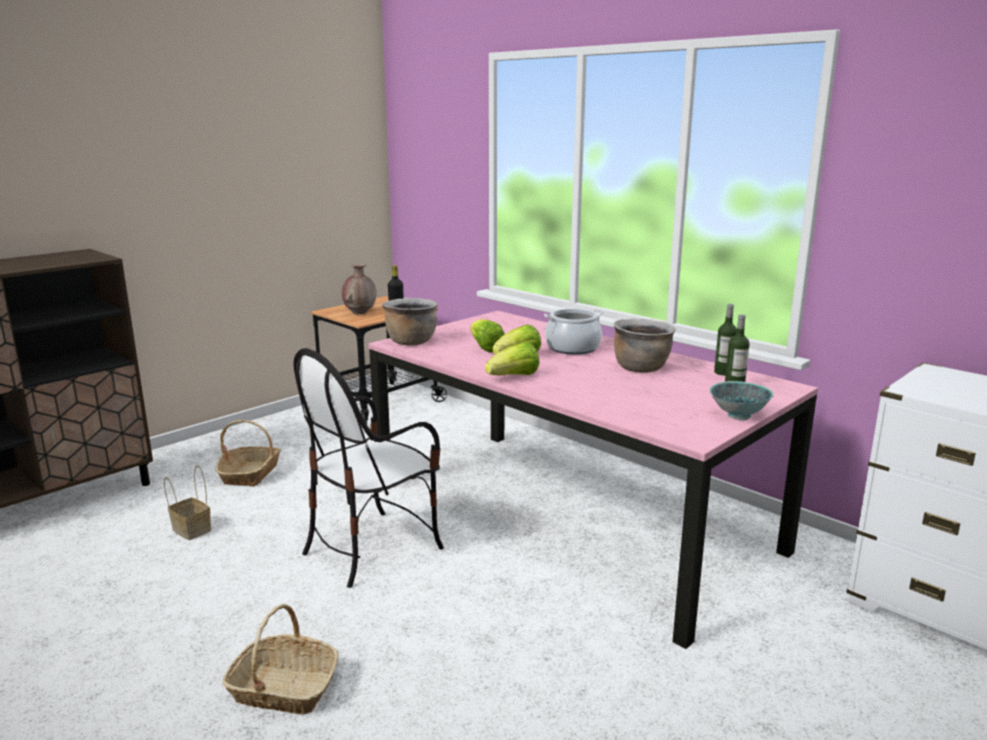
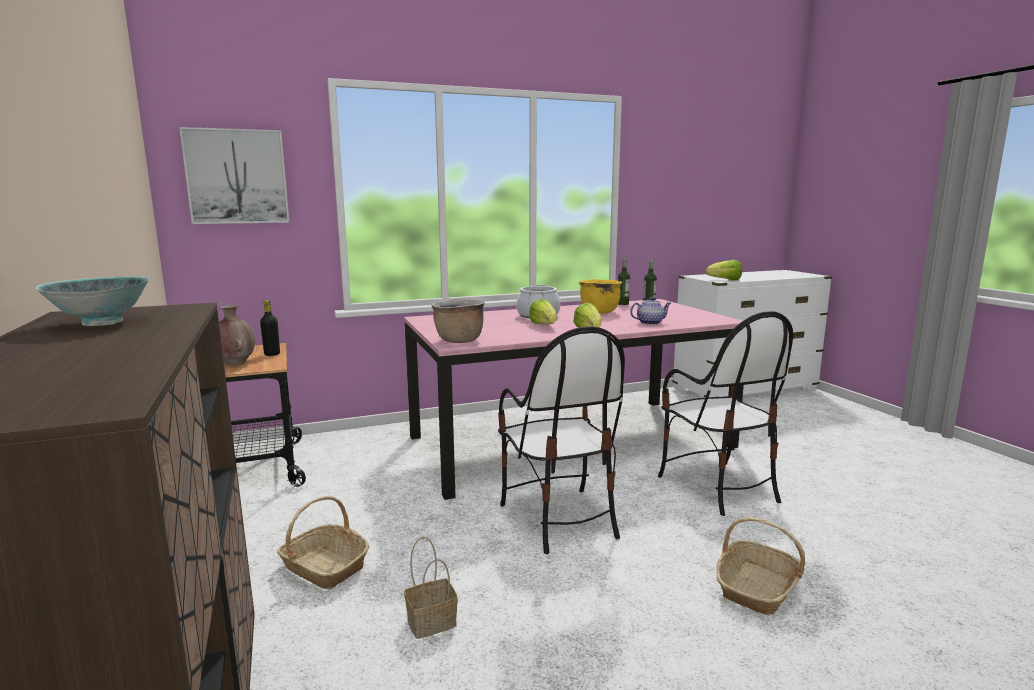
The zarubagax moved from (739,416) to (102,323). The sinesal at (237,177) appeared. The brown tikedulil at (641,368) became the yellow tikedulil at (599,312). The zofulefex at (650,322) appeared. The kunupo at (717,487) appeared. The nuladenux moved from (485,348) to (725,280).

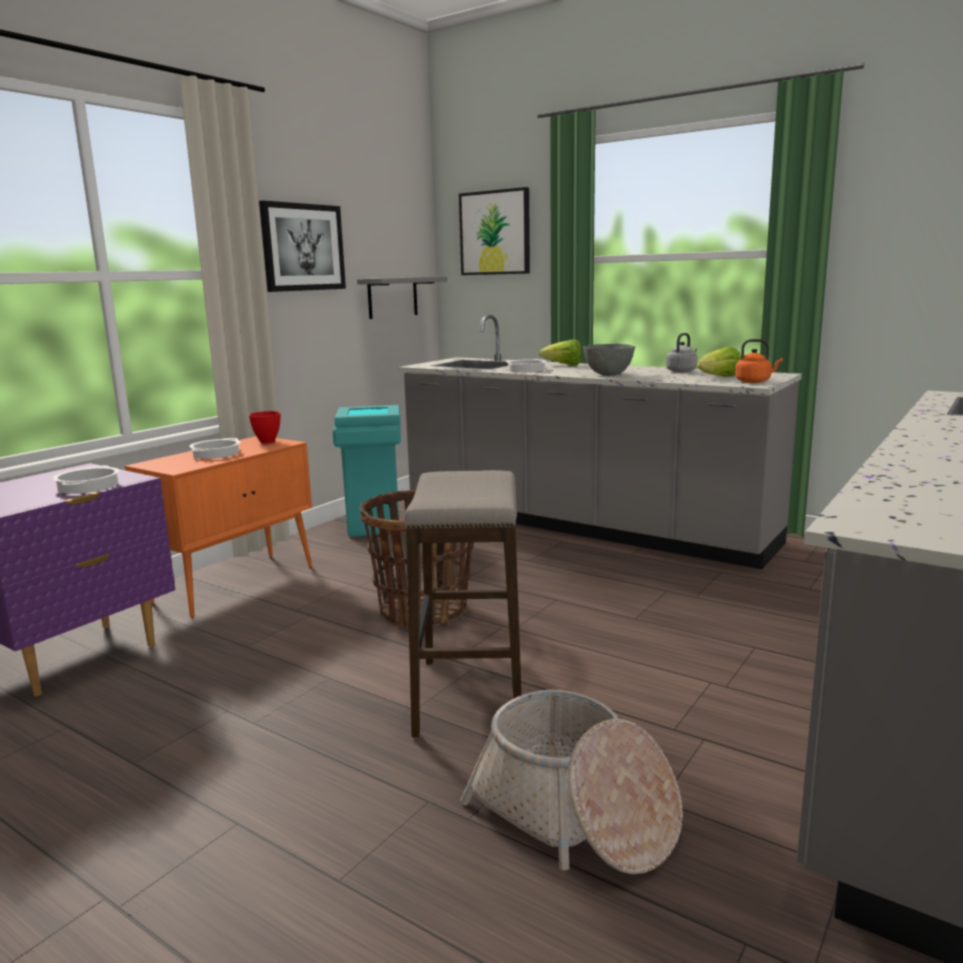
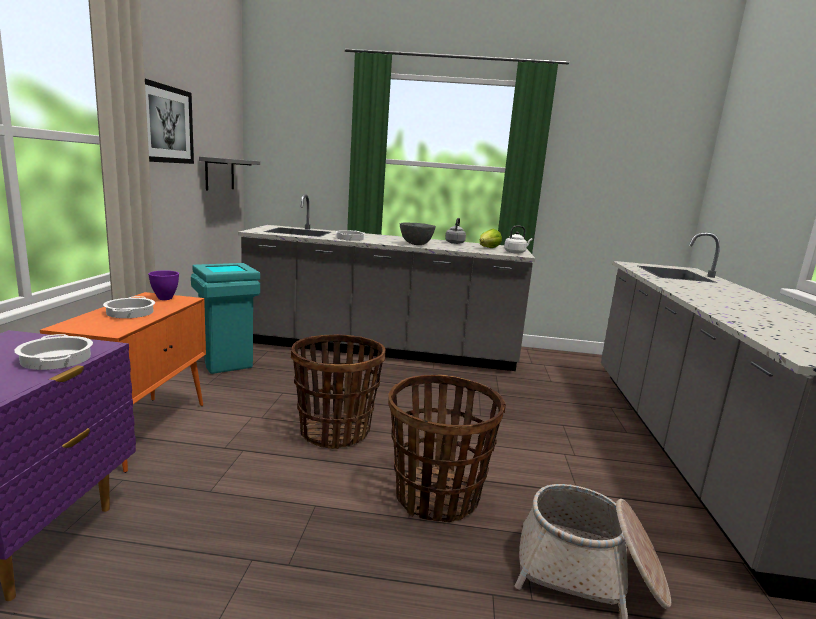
The red zarubagax at (268,441) became the purple zarubagax at (165,298). The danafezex at (471,696) was replaced by the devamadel at (437,497). The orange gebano at (754,381) became the white gebano at (515,252). The sinesal at (495,233) disappeared. The nuladenux at (564,365) disappeared.

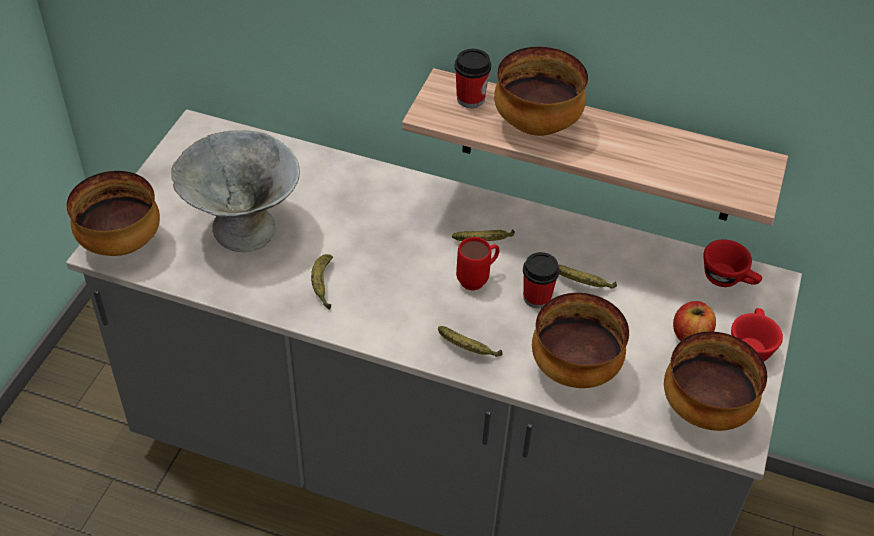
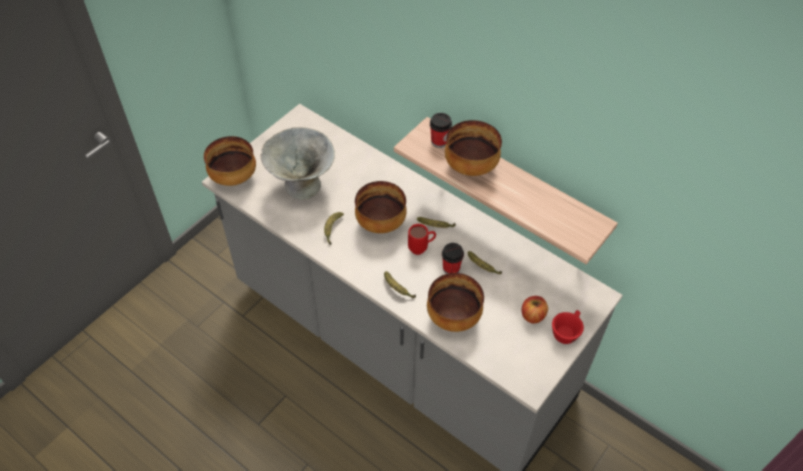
The zarubagax moved from (706,409) to (381,223). The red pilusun at (728,279) disappeared.

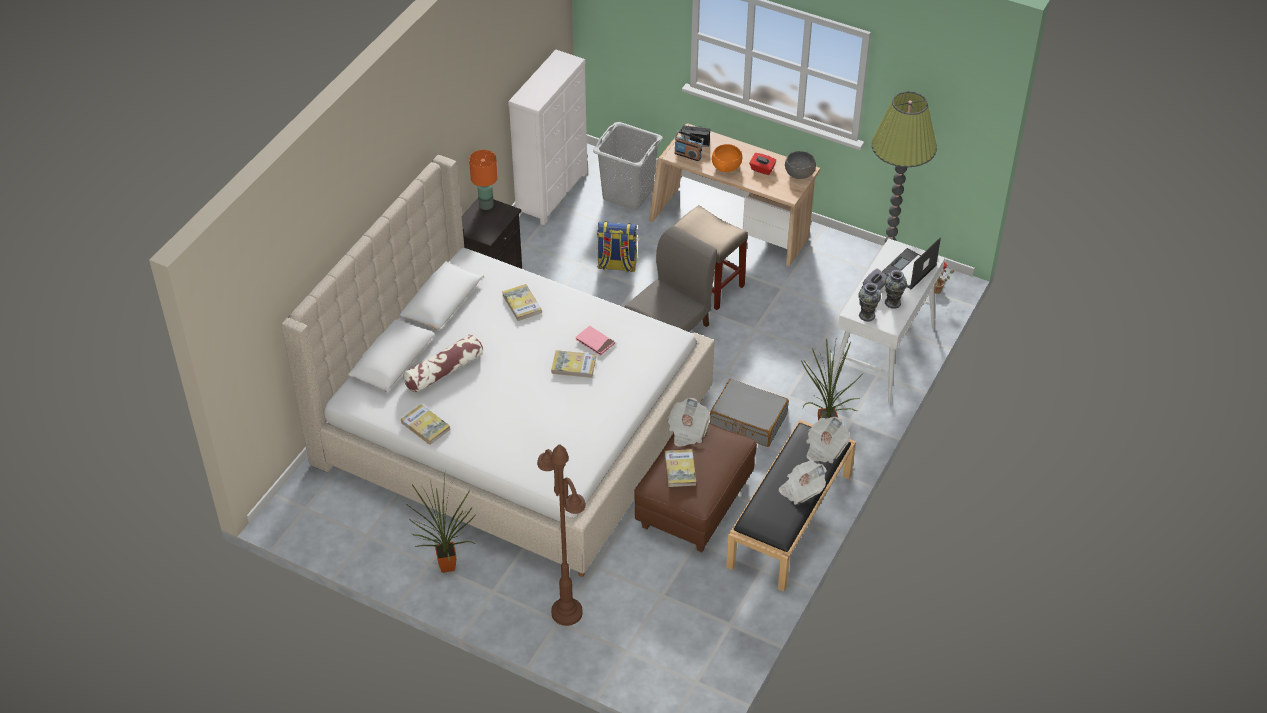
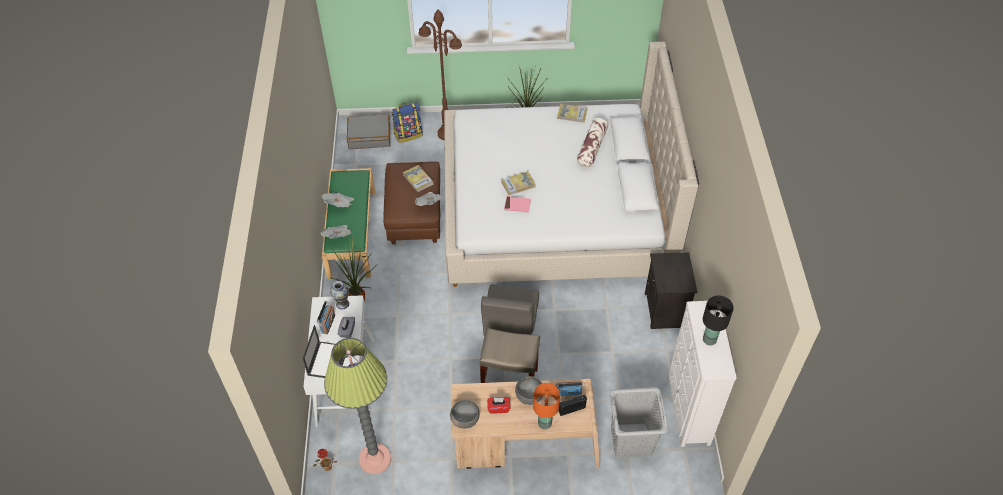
The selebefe at (892,302) was replaced by the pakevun at (328,323). The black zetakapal at (790,521) became the green zetakapal at (351,233). The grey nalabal moved from (748,420) to (369,136). The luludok moved from (616,265) to (408,134). The orange zarubagax at (726,167) became the grey zarubagax at (529,396). The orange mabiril moved from (486,205) to (545,423). The black mabiril at (709,339) appeared. The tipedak at (522,304) disappeared.

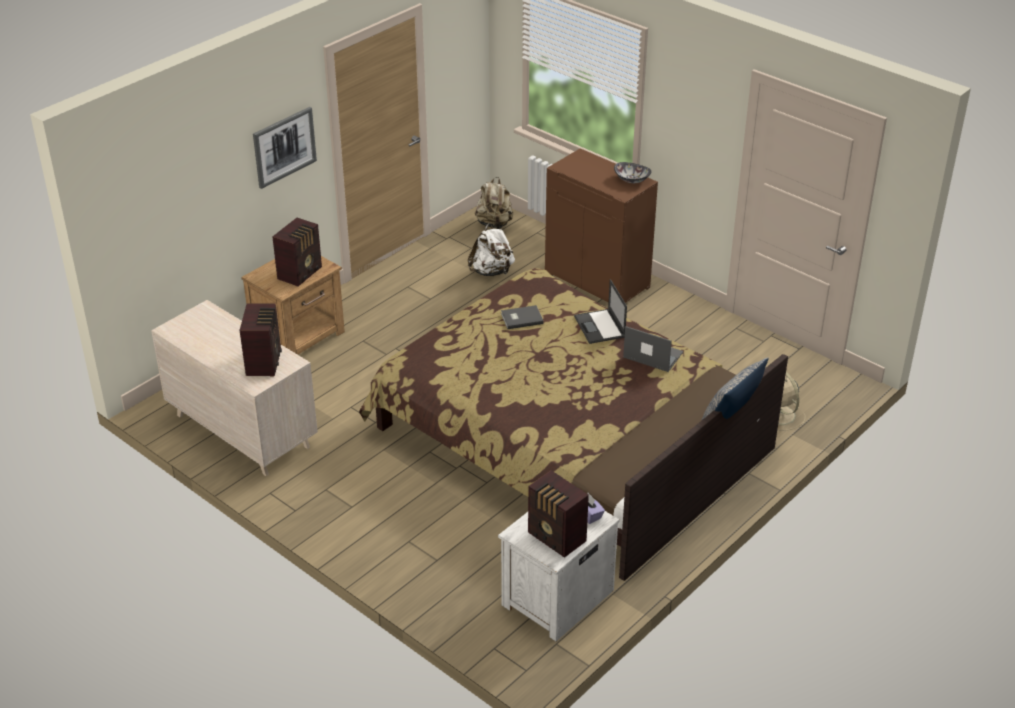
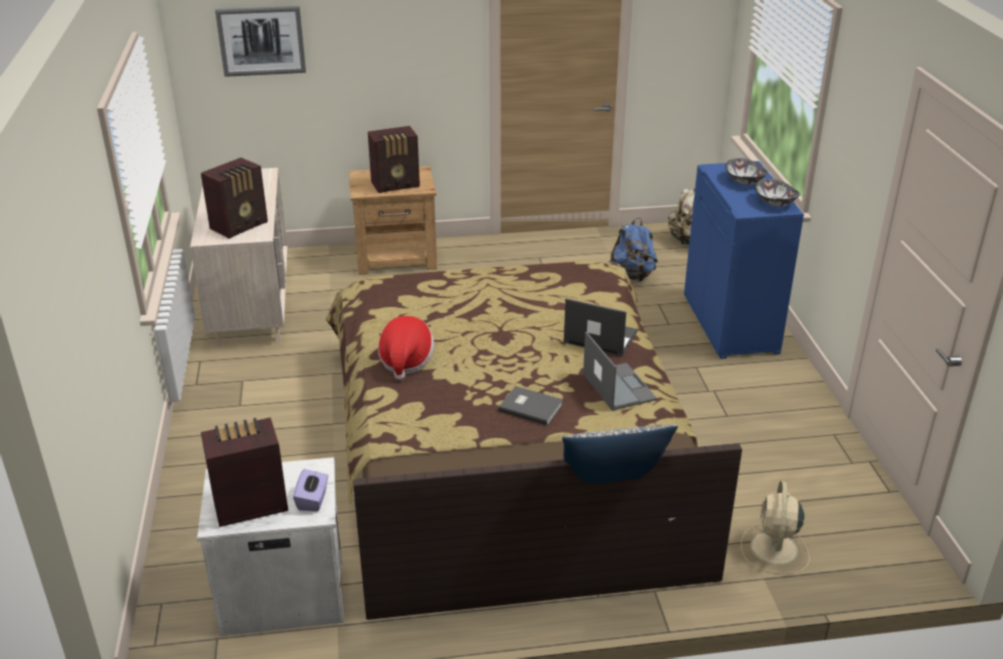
The pakevun at (557,538) turned 75 degrees clockwise. The sinesal moved from (284,147) to (261,41). The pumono at (406,361) appeared. The grey tipedak moved from (521,318) to (530,406). The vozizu at (600,327) turned 90 degrees clockwise. The white luludok at (492,272) became the blue luludok at (632,276). The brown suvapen at (598,279) became the blue suvapen at (731,324). The zarubagax at (745,181) appeared.

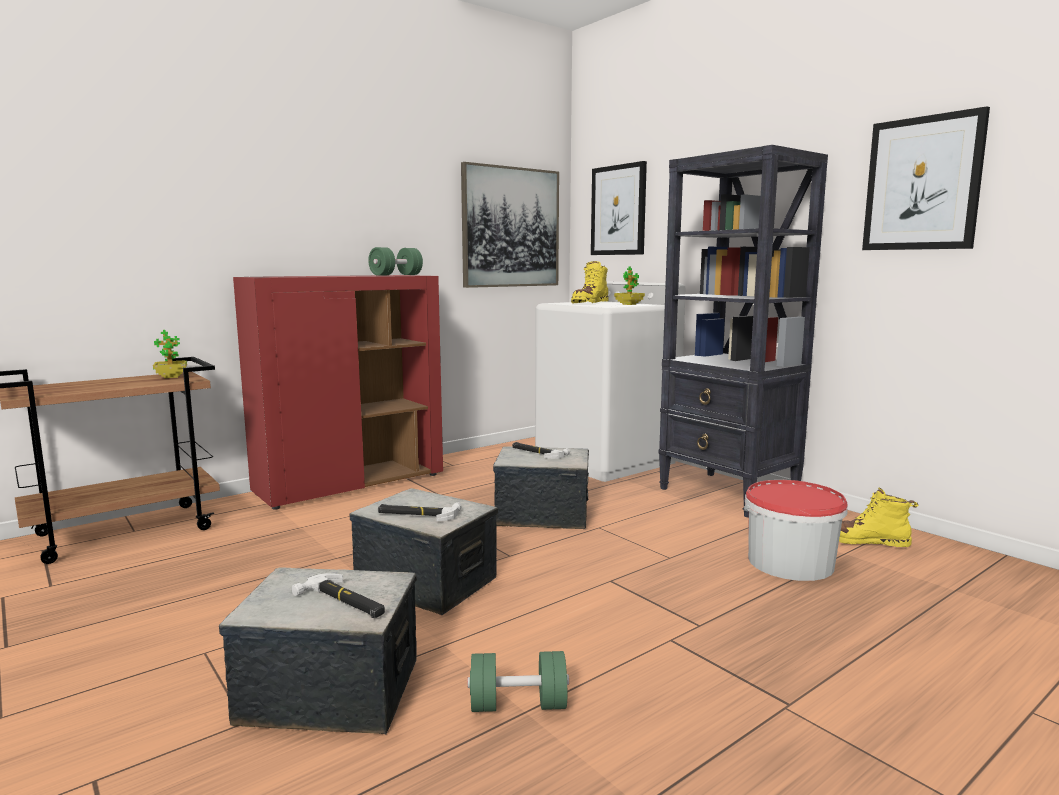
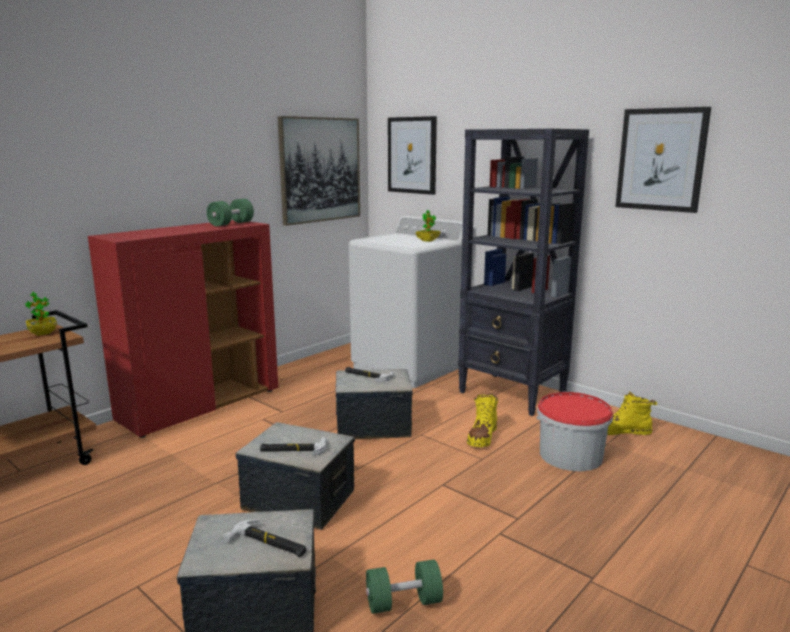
The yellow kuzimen moved from (590,303) to (482,437).

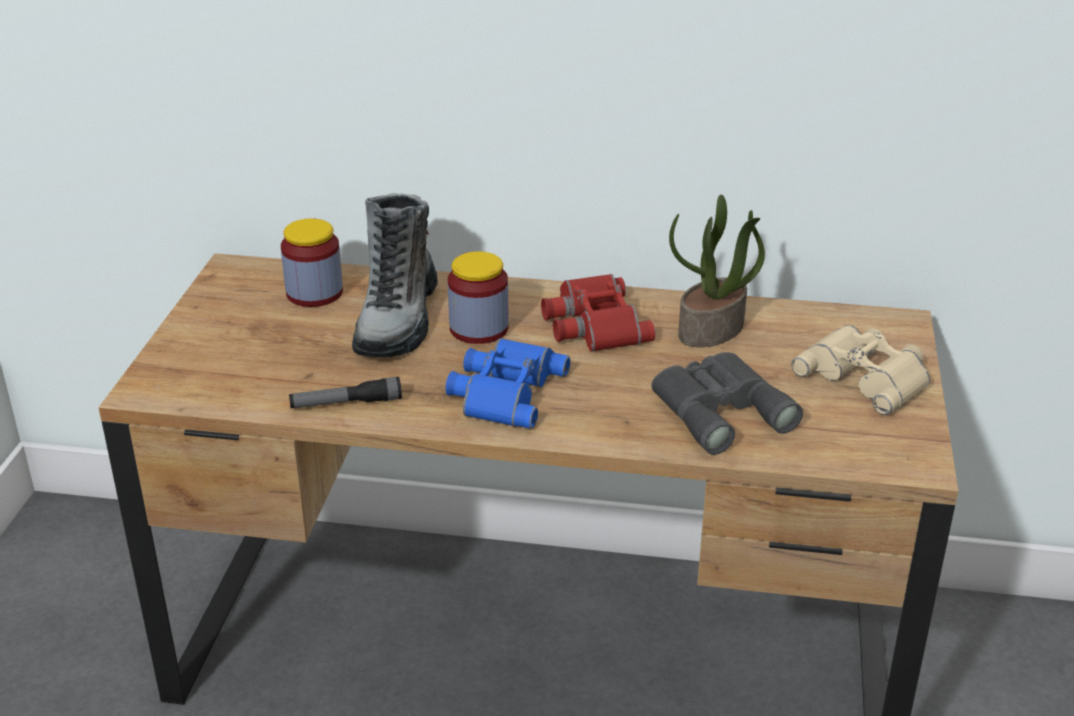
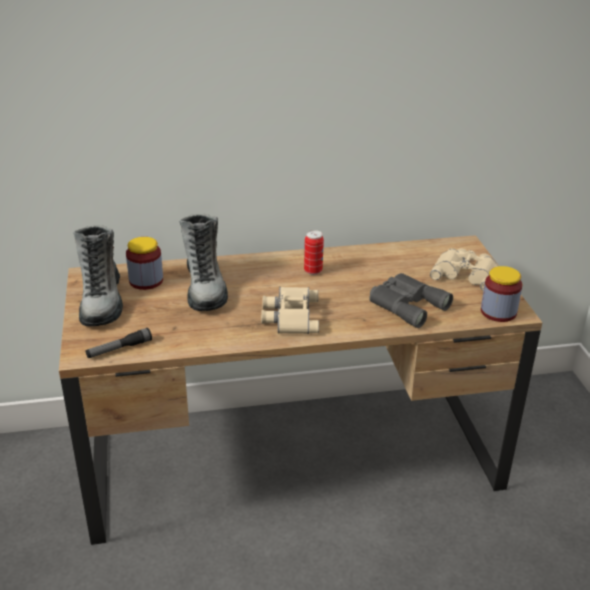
The kuzimen at (102,301) appeared. The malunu moved from (346,403) to (119,349). The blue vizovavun at (504,391) became the beige vizovavun at (289,316). The red vizovavun at (592,323) was replaced by the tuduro at (313,271). The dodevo moved from (479,329) to (498,312). The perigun at (711,330) disappeared.

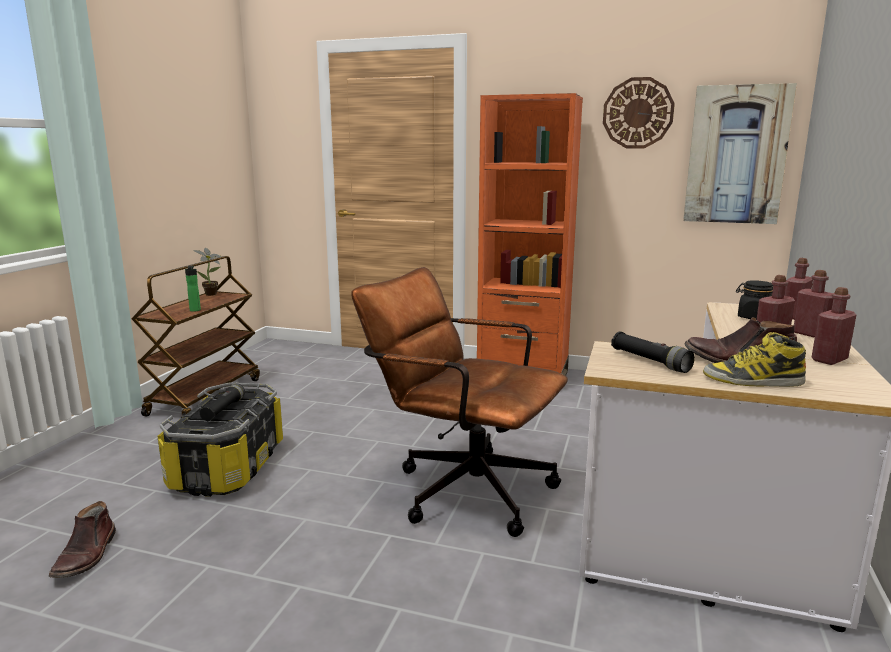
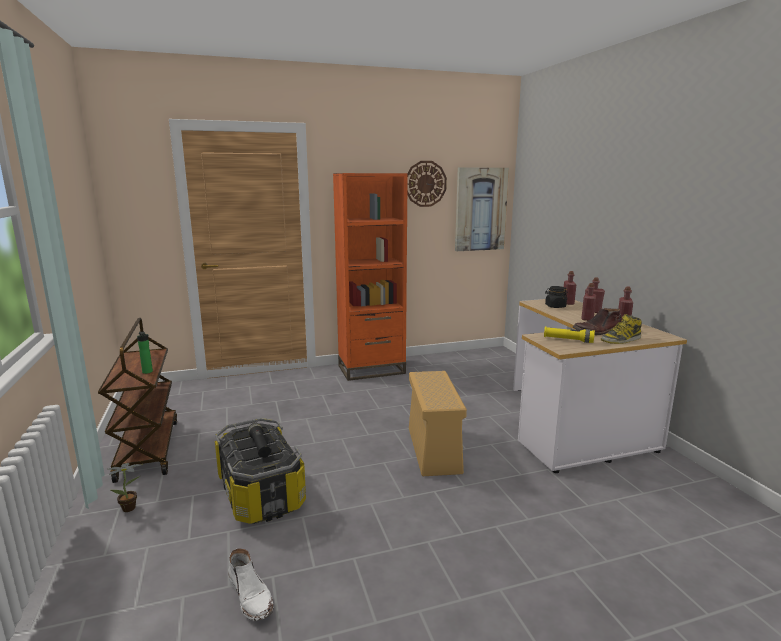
The perigun moved from (212,294) to (131,508). The brown kuzimen at (86,556) became the white kuzimen at (251,596). The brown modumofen at (462,487) was replaced by the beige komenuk at (433,449). The black malunu at (650,361) became the yellow malunu at (568,340).

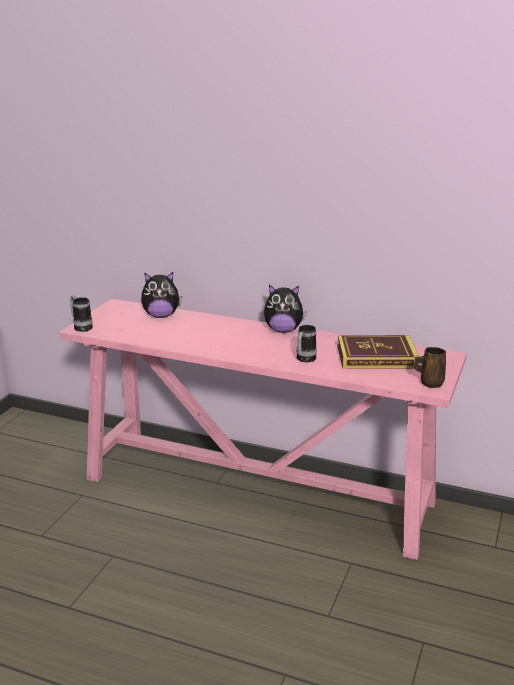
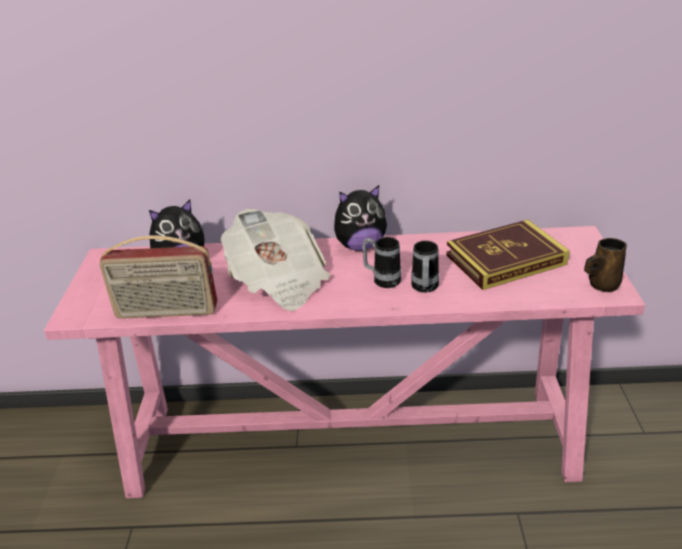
The pakevun at (166,312) appeared. The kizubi at (279,281) appeared. The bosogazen moved from (81,327) to (382,280).

